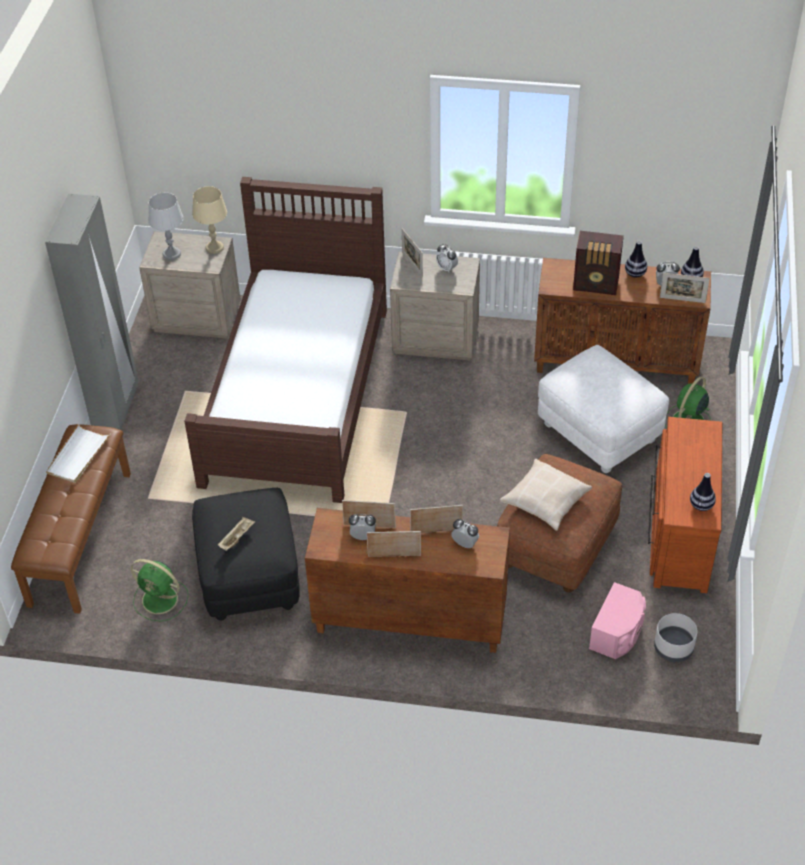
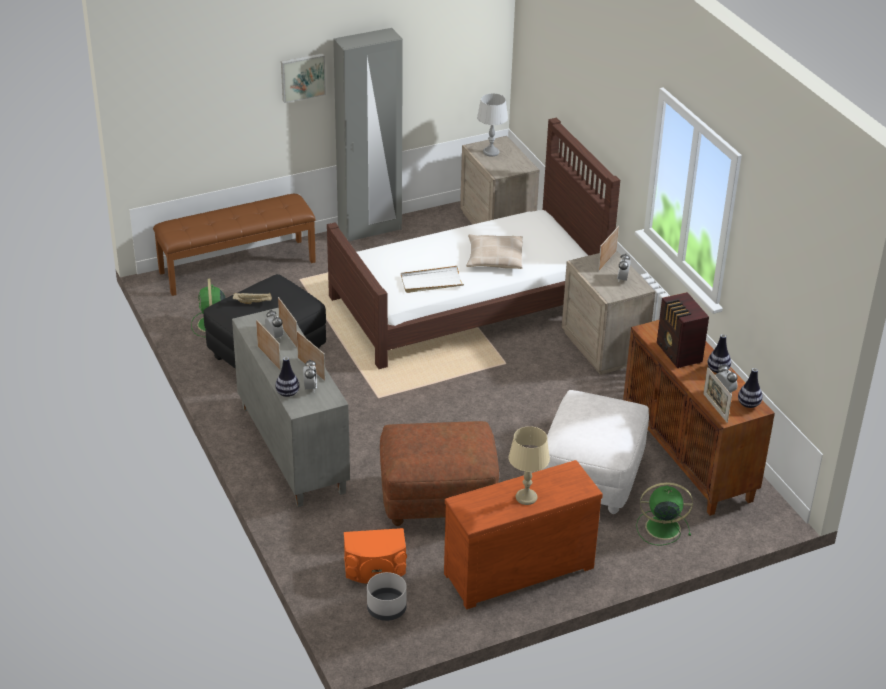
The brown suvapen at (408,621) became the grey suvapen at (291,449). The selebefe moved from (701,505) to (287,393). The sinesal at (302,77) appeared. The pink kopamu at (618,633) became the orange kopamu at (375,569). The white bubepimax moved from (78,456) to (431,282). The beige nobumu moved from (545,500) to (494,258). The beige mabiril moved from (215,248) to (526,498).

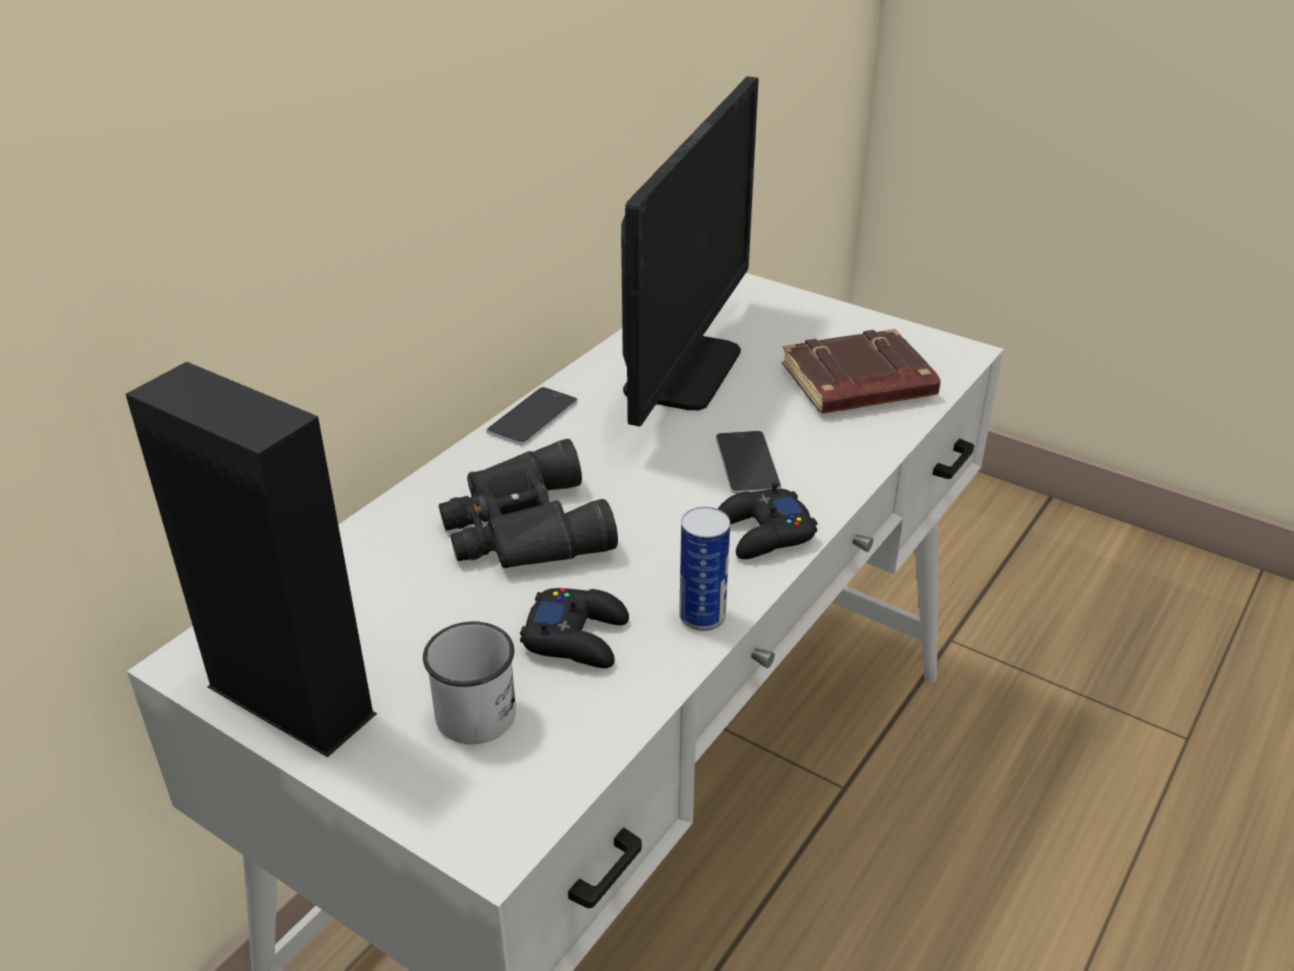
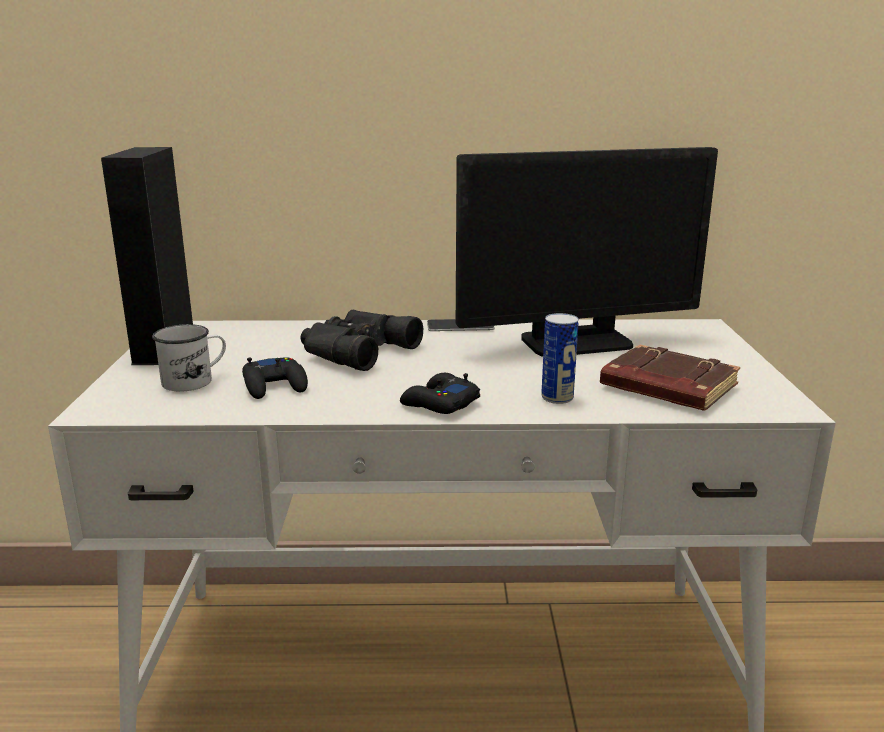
The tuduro moved from (702,616) to (557,398). The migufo at (747,462) disappeared.

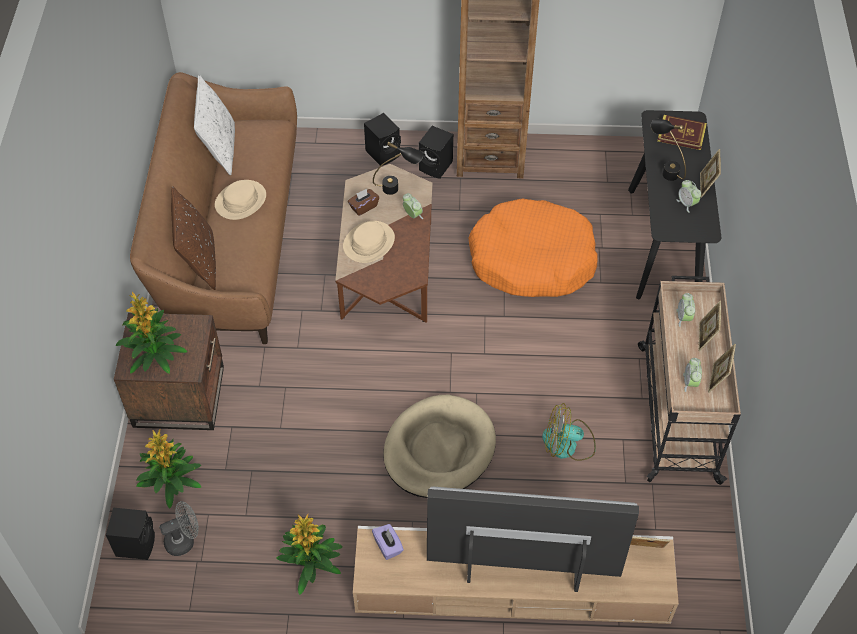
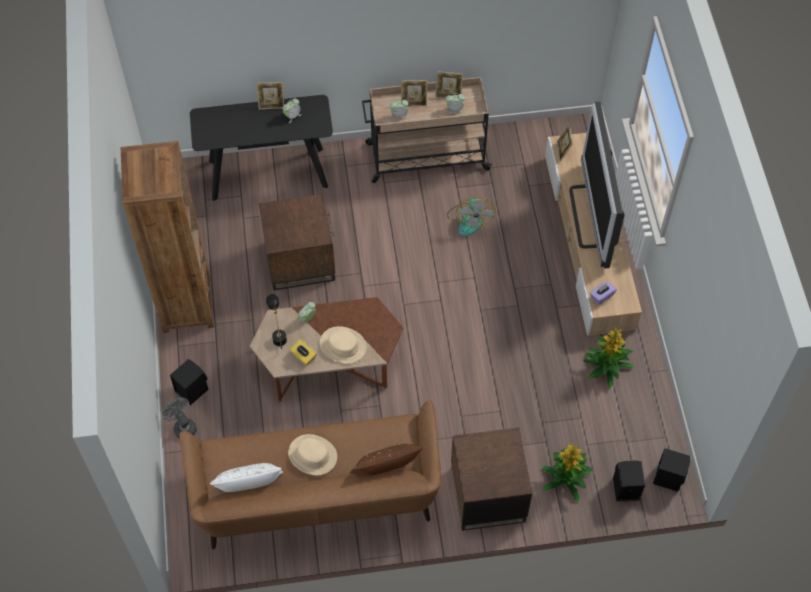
The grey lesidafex moved from (184,540) to (183,427). The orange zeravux at (531,260) was replaced by the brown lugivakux at (300,260). The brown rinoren at (363,207) became the yellow rinoren at (303,356). The black kopamu moved from (436,166) to (668,476). The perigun at (153,353) disappeared. The beige zeravux at (439,449) disappeared. The black mabiril at (664,169) disappeared. The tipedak at (681,134) disappeared.

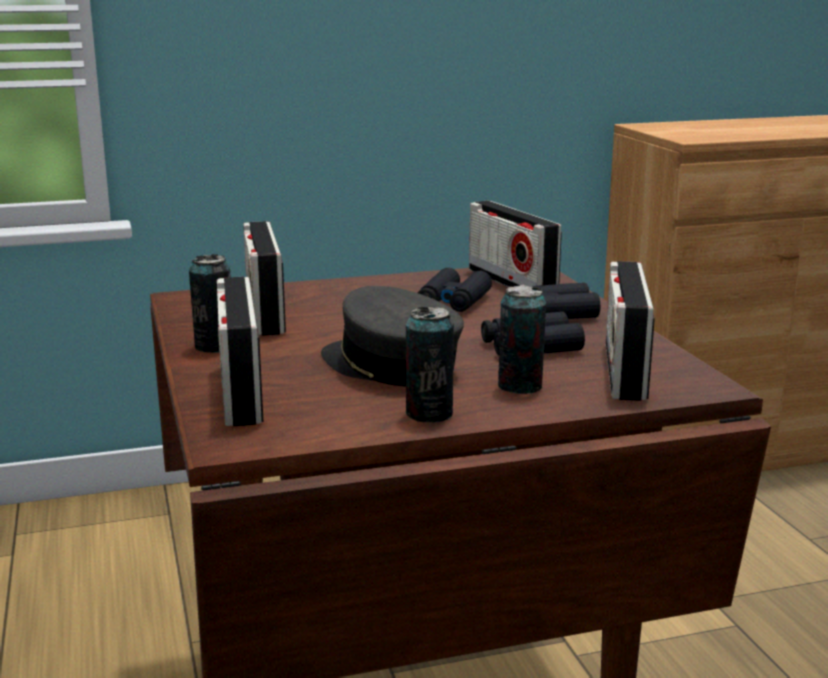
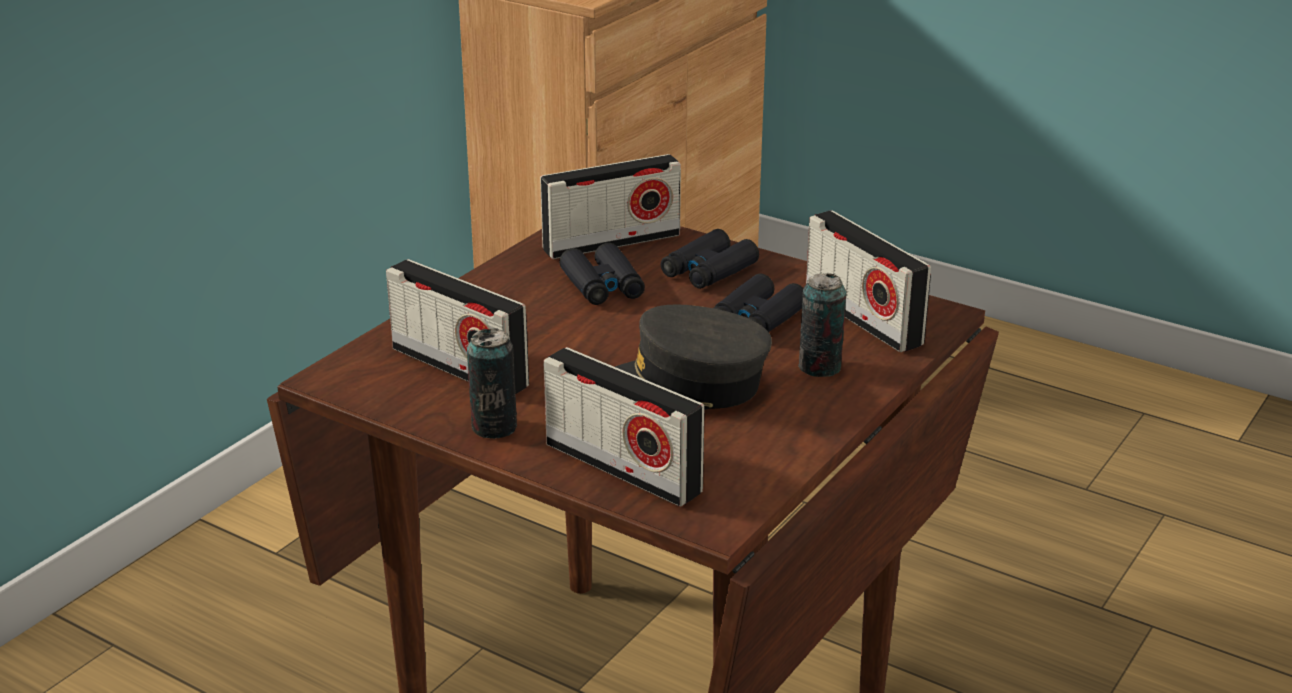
The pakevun at (511,283) turned 45 degrees counterclockwise. The tuduro at (429,414) disappeared.

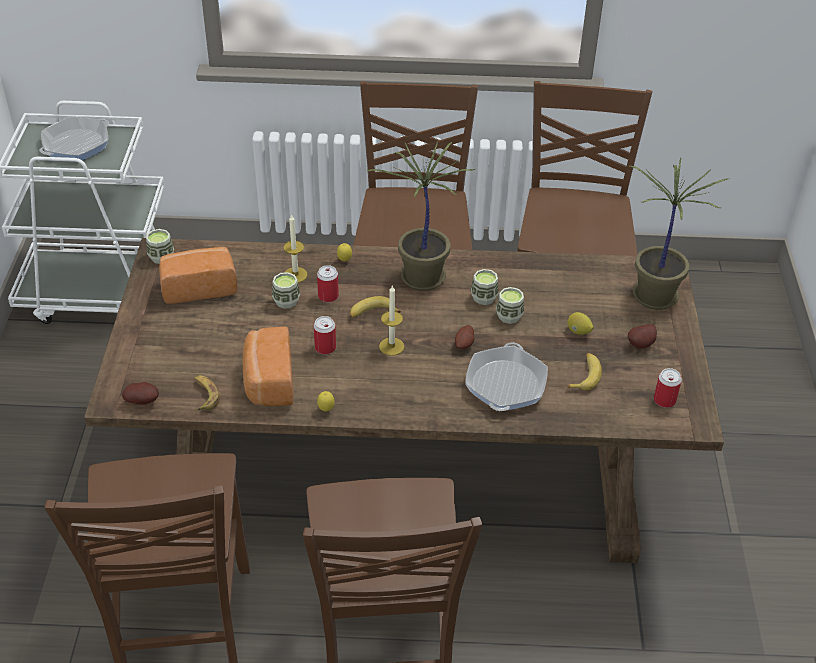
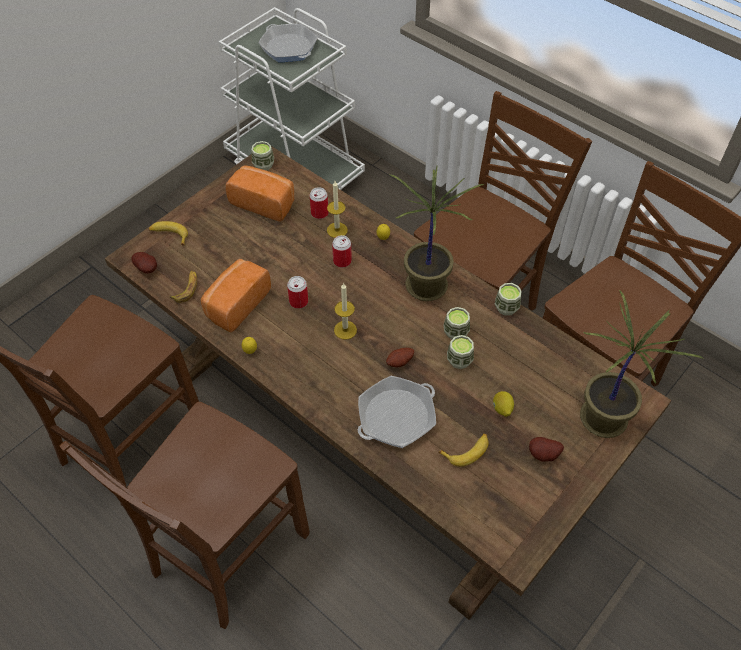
The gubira moved from (372,313) to (169,235). The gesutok at (76,144) turned 60 degrees clockwise. The tuduro moved from (664,400) to (319,213). The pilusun moved from (286,301) to (506,307).

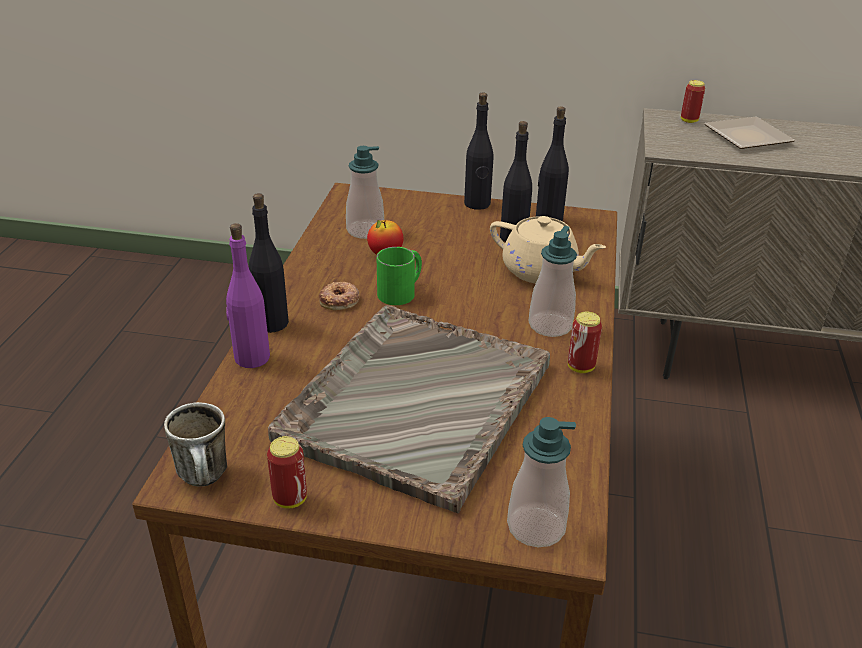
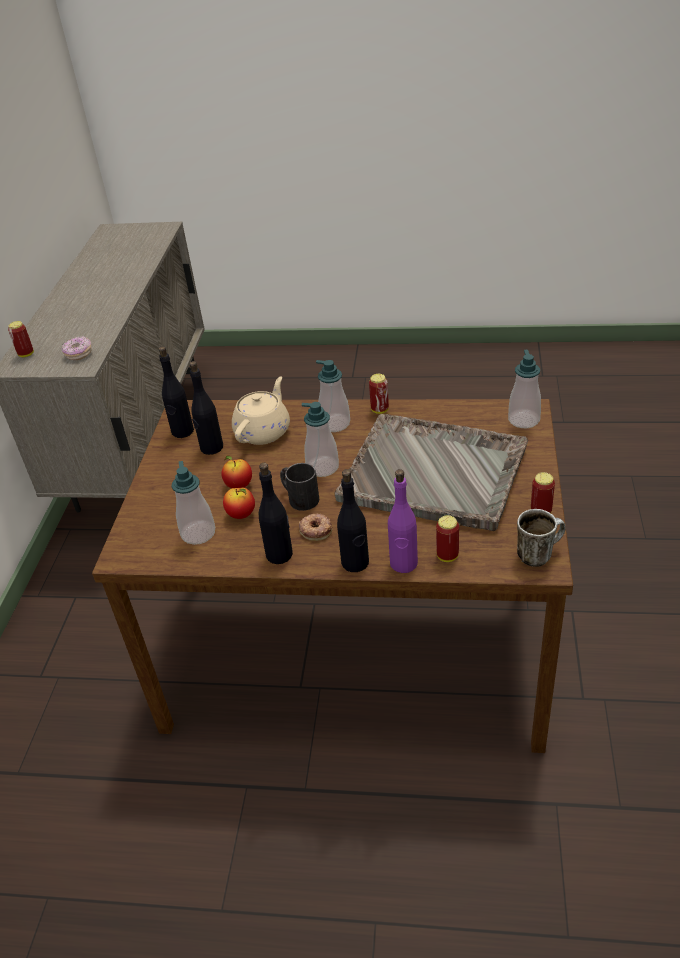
The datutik at (79,354) appeared. The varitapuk at (239,485) appeared. The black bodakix moved from (477,204) to (280,554). The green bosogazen at (401,291) became the black bosogazen at (299,497). The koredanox at (322,467) appeared. The tuduro at (447,556) appeared. The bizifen at (750,138) disappeared.

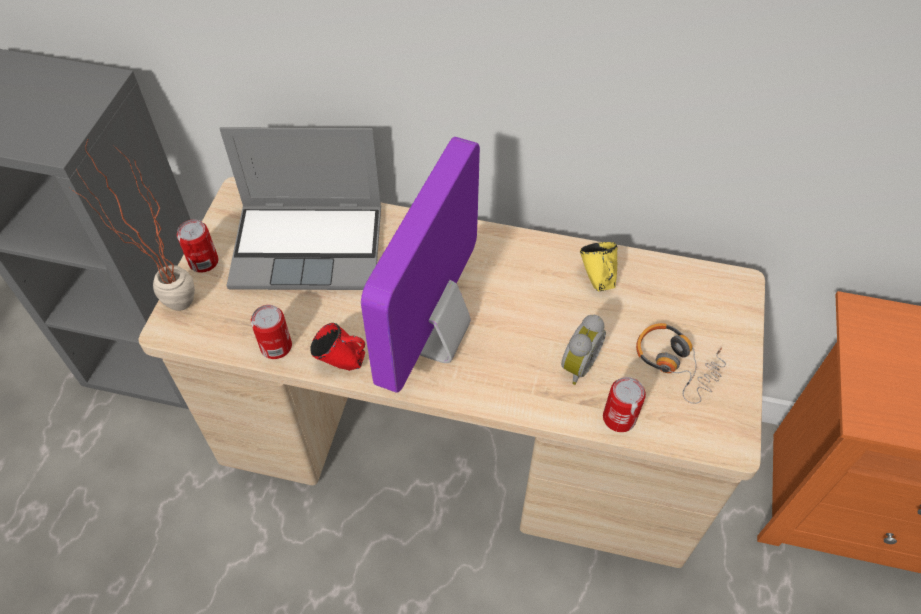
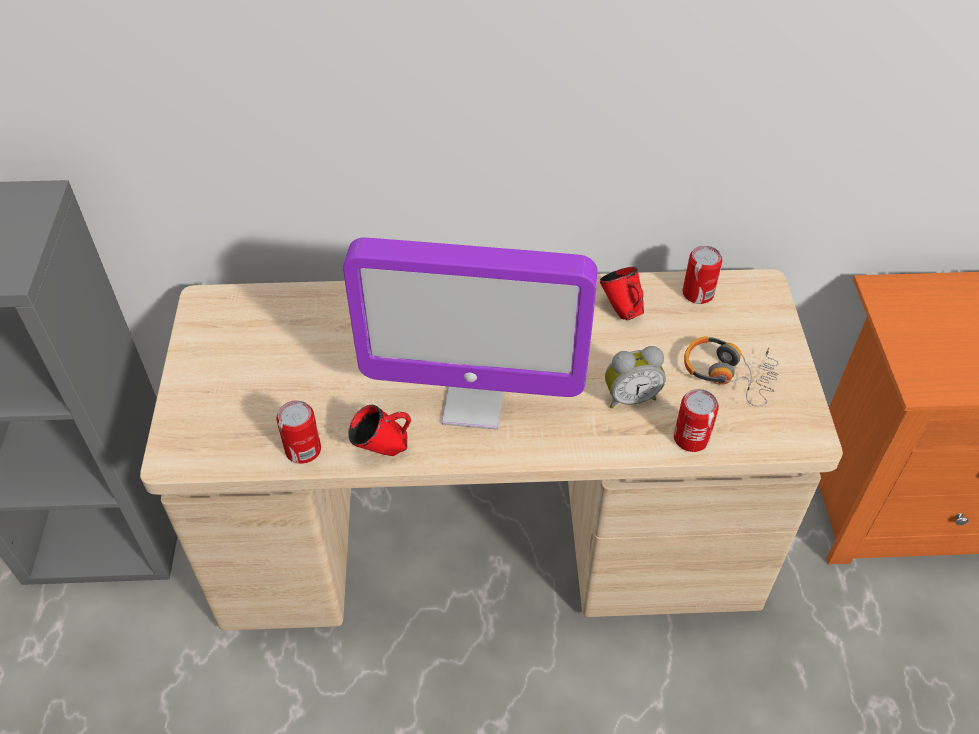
The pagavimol at (434,337) turned 90 degrees counterclockwise. The yellow bosogazen at (597,280) became the red bosogazen at (621,311). The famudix at (576,364) turned 60 degrees clockwise. The tuduro moved from (204,262) to (697,293). The perigun at (170,308) disappeared. The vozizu at (310,247) disappeared.

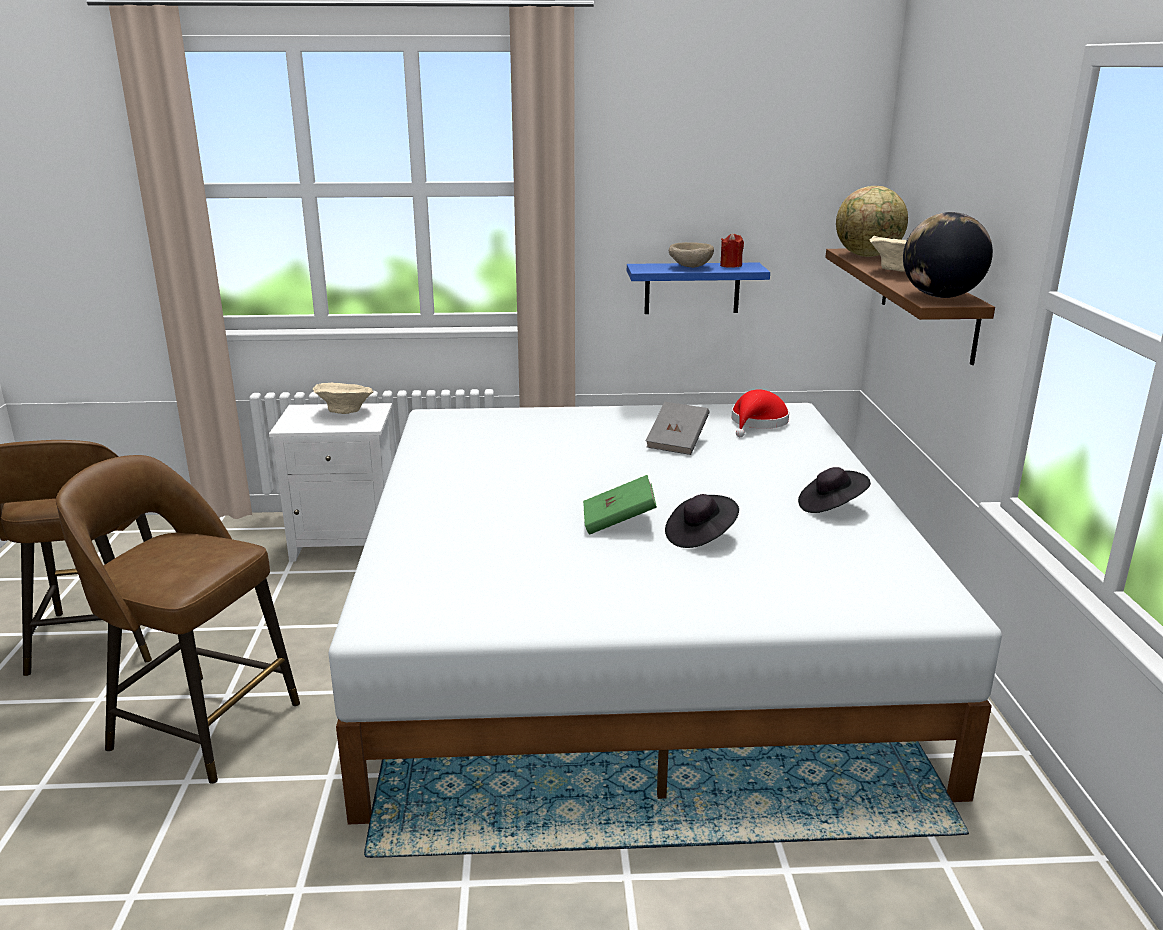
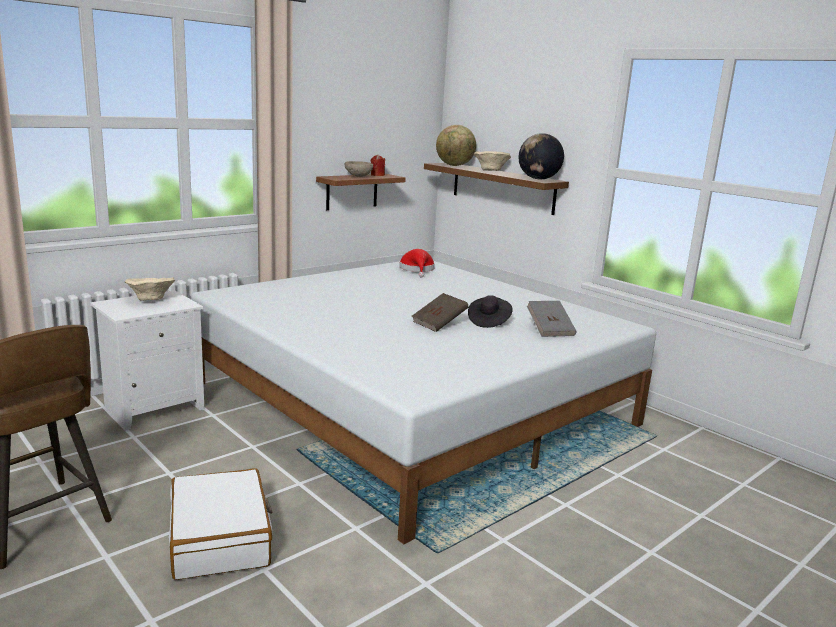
The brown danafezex at (201,724) was replaced by the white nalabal at (221,538). The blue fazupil at (692,288) became the brown fazupil at (352,191). The green tipedak at (618,522) became the brown tipedak at (439,324). The grey tipedak moved from (677,443) to (550,330). The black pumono at (831,507) disappeared.

